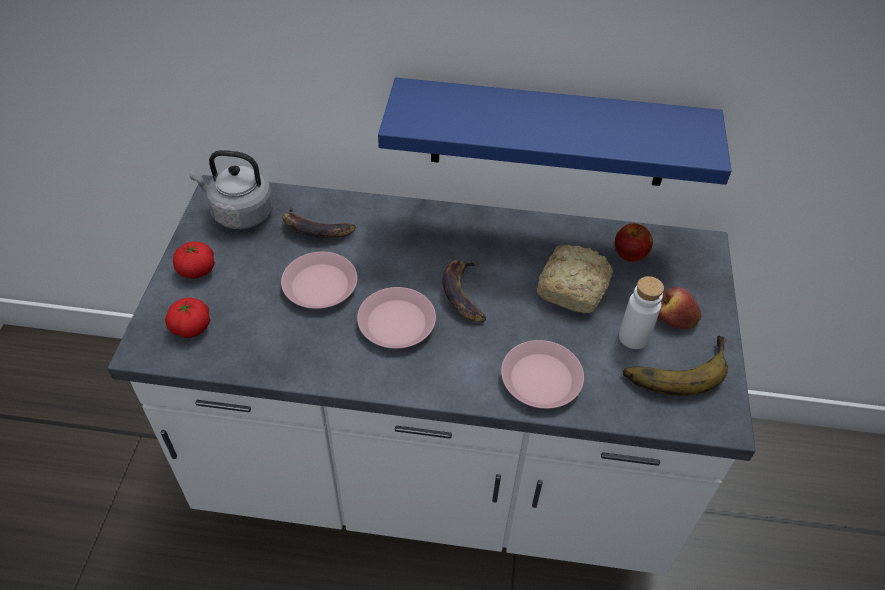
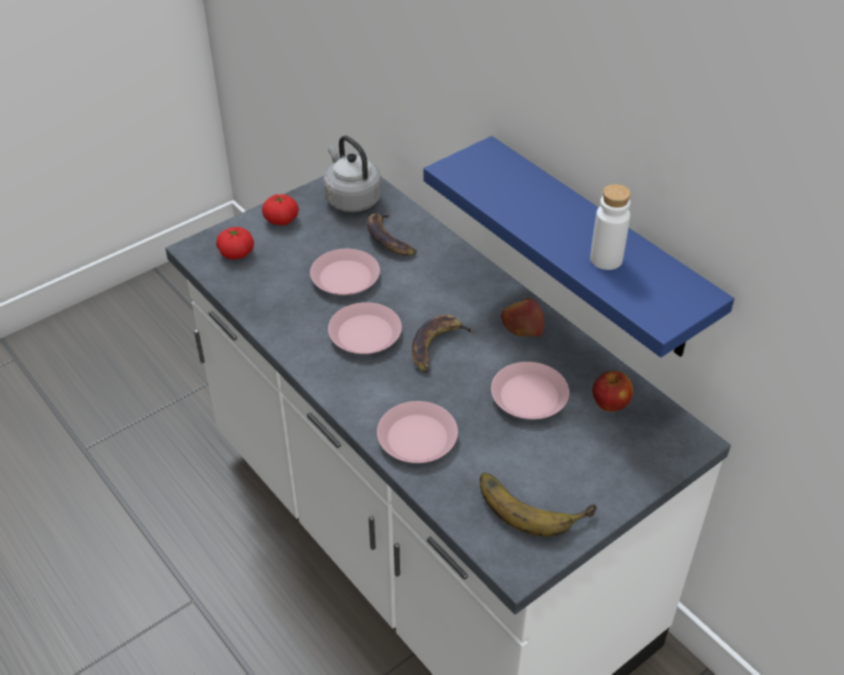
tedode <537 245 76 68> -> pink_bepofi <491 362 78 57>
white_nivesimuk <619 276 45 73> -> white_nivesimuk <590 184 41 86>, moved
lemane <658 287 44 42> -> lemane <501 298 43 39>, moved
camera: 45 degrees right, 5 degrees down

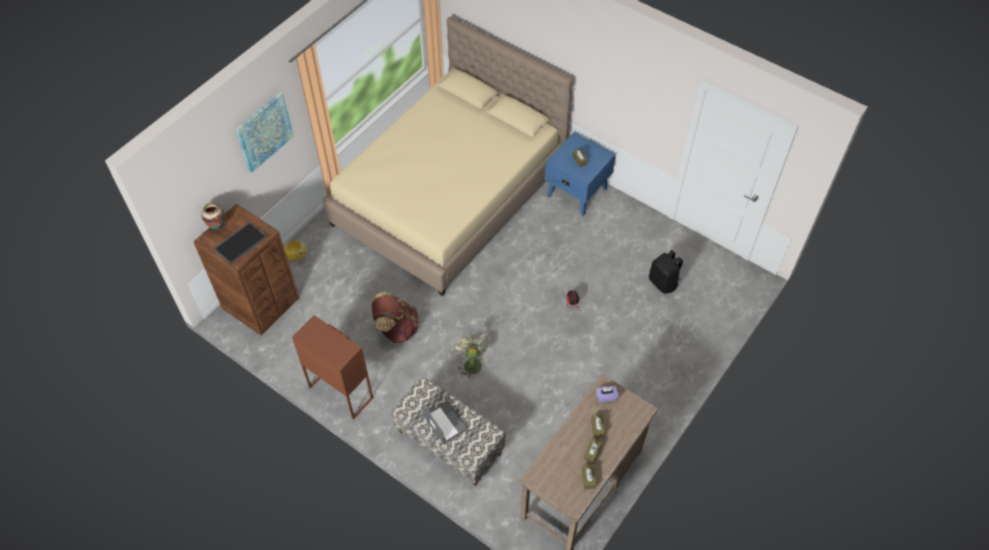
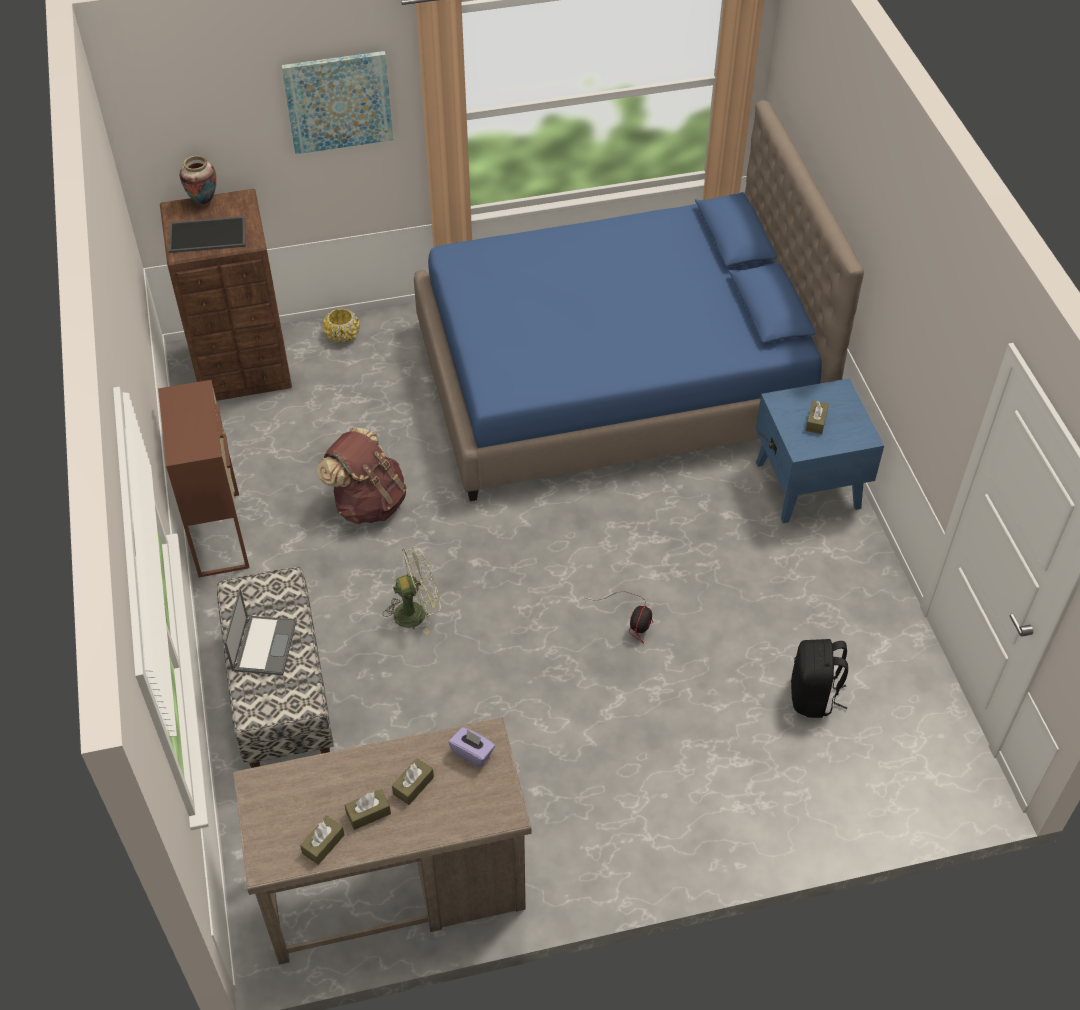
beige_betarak <323 17 250 279> -> blue_betarak <414 100 450 401>
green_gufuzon <451 333 40 47> -> green_gufuzon <383 547 58 87>, 45 degrees clockwise
camera: 40 degrees right, 5 degrees down

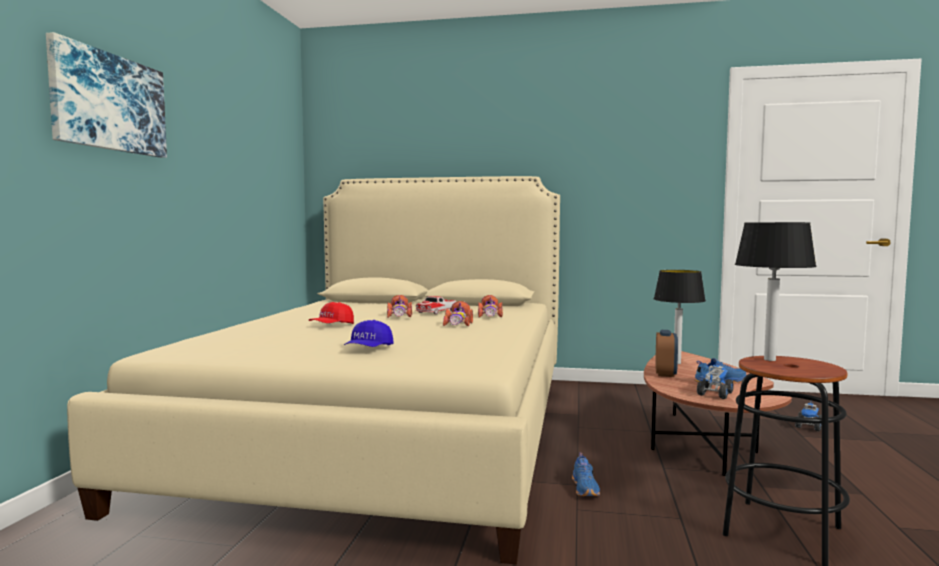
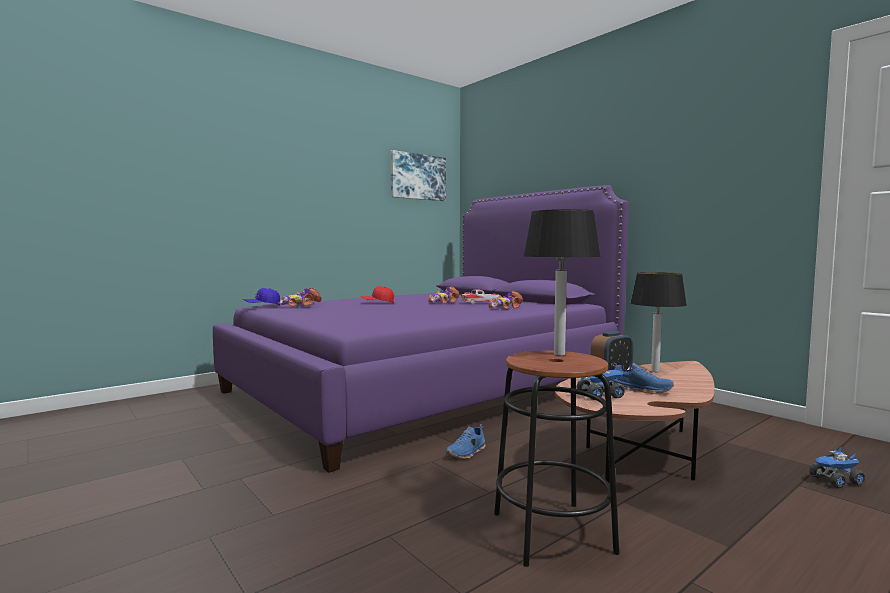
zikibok <46 32 121 126> -> zikibok <391 150 55 51>, moved
beige_betarak <67 176 493 389> -> purple_betarak <213 185 416 288>
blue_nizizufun <344 320 50 27> -> blue_nizizufun <243 288 37 17>, moved
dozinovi <443 301 30 25> -> dozinovi <278 288 43 18>, moved
camera: 40 degrees right, 0 degrees up

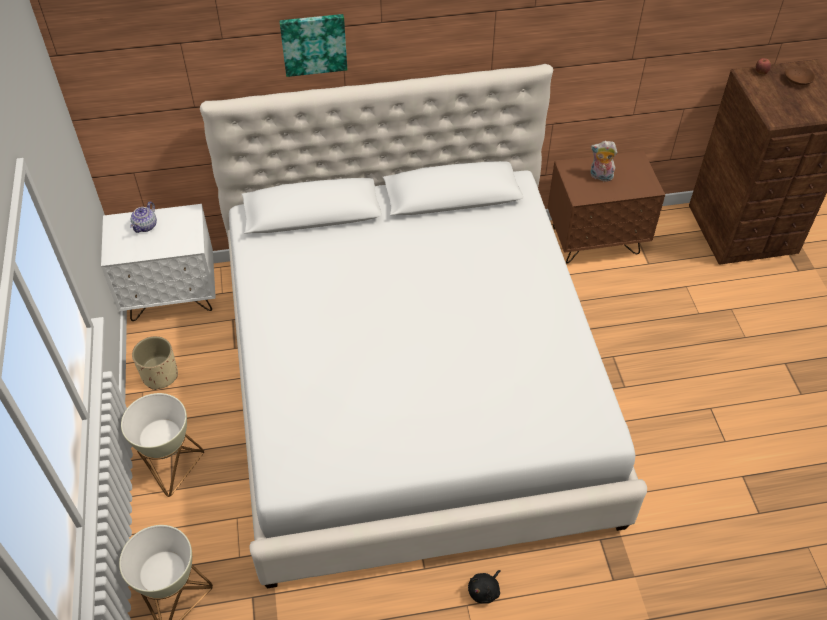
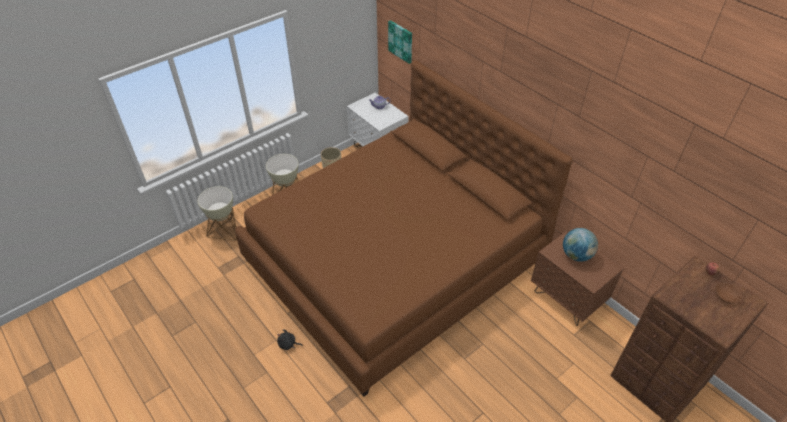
white_betarak <200 64 447 525> -> brown_betarak <235 60 338 337>
zikibok <279 14 68 63> -> zikibok <388 20 24 44>, moved
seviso <590 141 27 41> -> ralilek <563 228 35 34>
camera: 60 degrees right, 5 degrees down

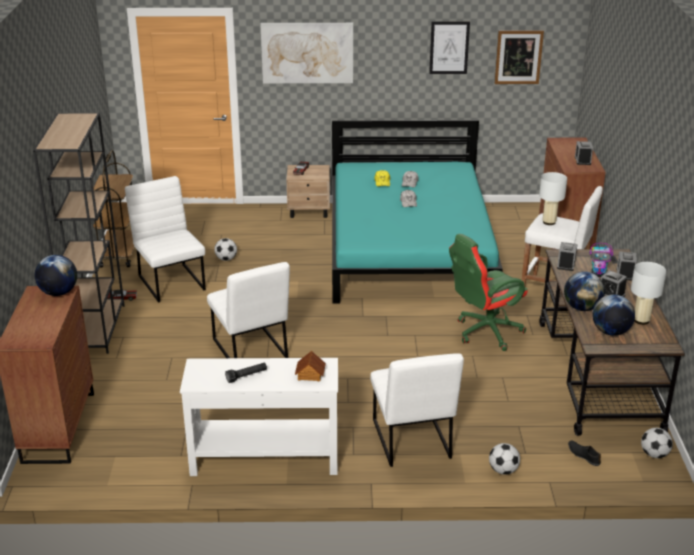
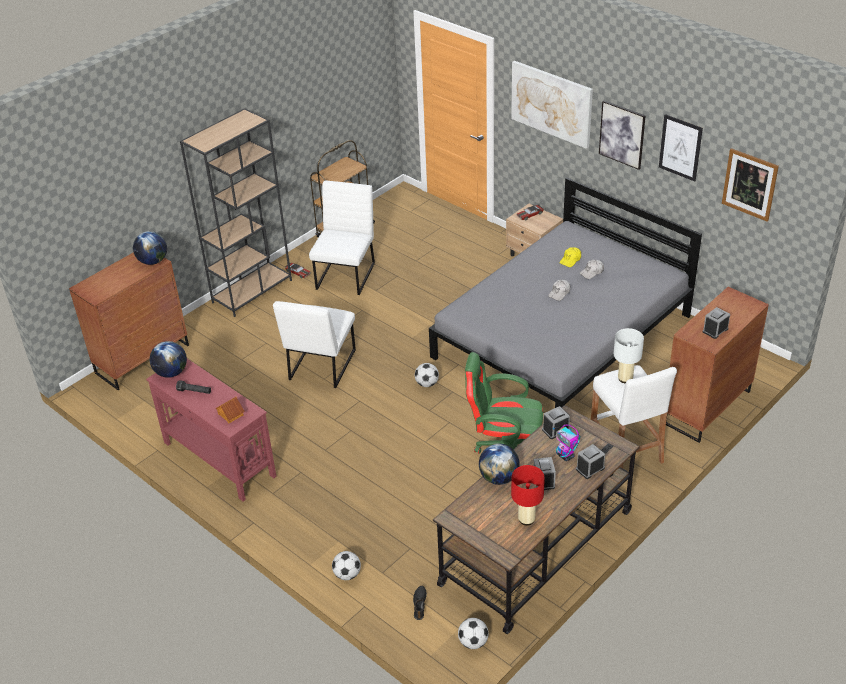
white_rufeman <180 358 158 118> -> red_rufeman <146 359 131 142>
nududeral <214 238 23 23> -> nududeral <415 363 24 24>, moved
turquoise_betarak <332 120 171 183> -> grey_betarak <429 178 273 230>
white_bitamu <370 353 94 114> -> none
ralilek <593 294 42 42> -> ralilek <150 341 37 37>, moved
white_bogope <631 262 35 63> -> red_bogope <511 465 33 61>
none -> zikibok <599 100 47 70>
camera: 45 degrees right, 10 degrees up

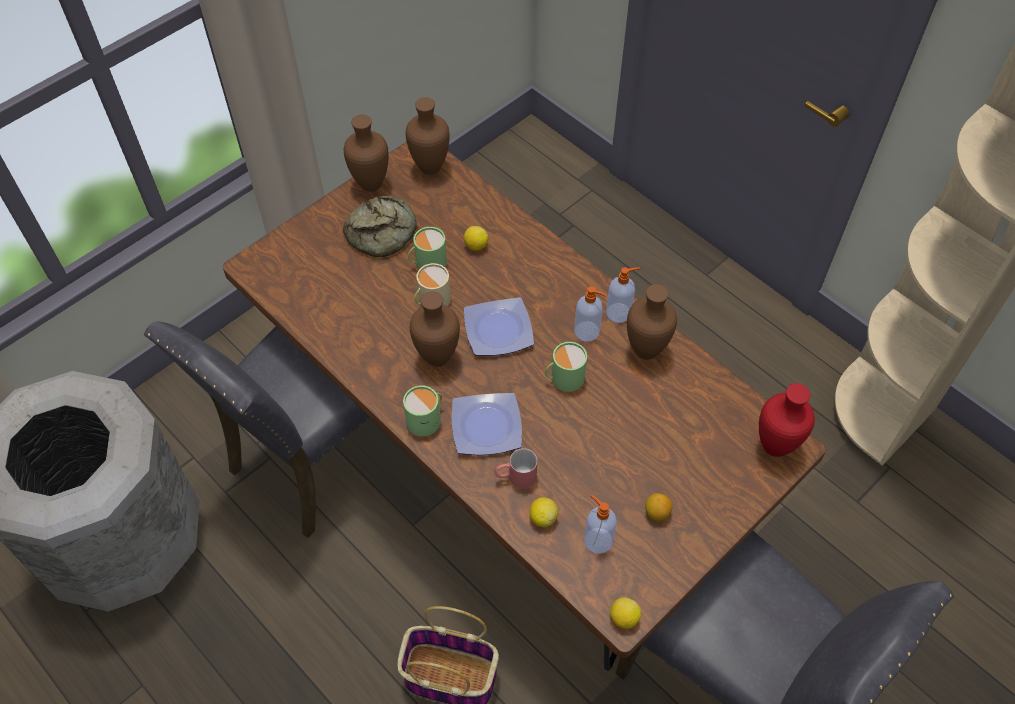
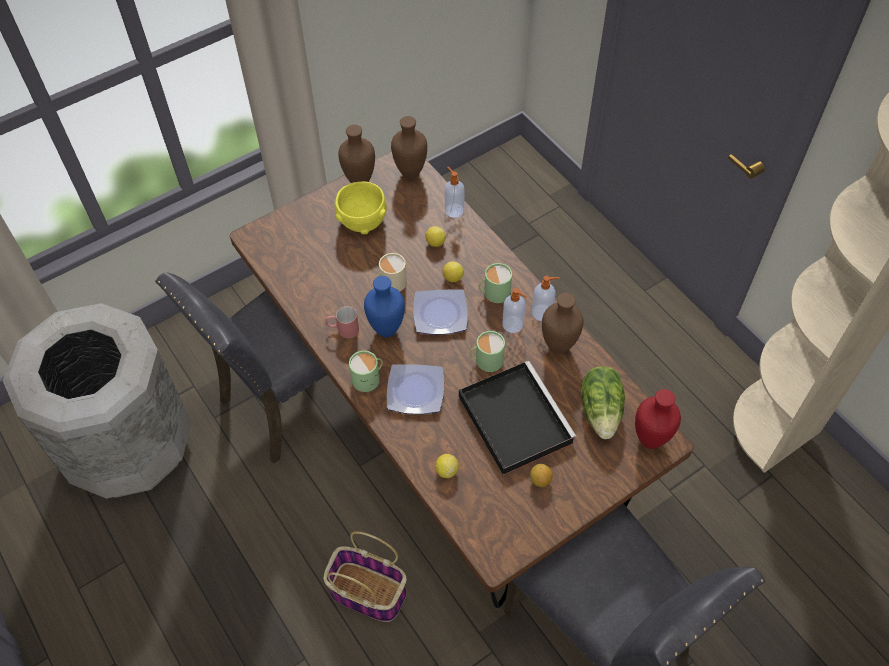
tedode <343 195 74 62> -> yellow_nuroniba <335 181 52 53>
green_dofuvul <408 227 39 42> -> green_dofuvul <479 263 33 40>, moved
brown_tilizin <410 291 50 76> -> blue_tilizin <364 276 41 62>
red_dofuvul <495 448 42 41> -> red_dofuvul <325 306 34 32>, moved
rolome <584 494 33 60> -> rolome <445 167 19 51>, moved
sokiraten <610 597 31 32> -> sokiraten <443 261 21 21>, moved
none -> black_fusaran <459 361 118 114>
none -> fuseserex <581 367 44 72>
camera: 10 degrees right, 0 degrees up

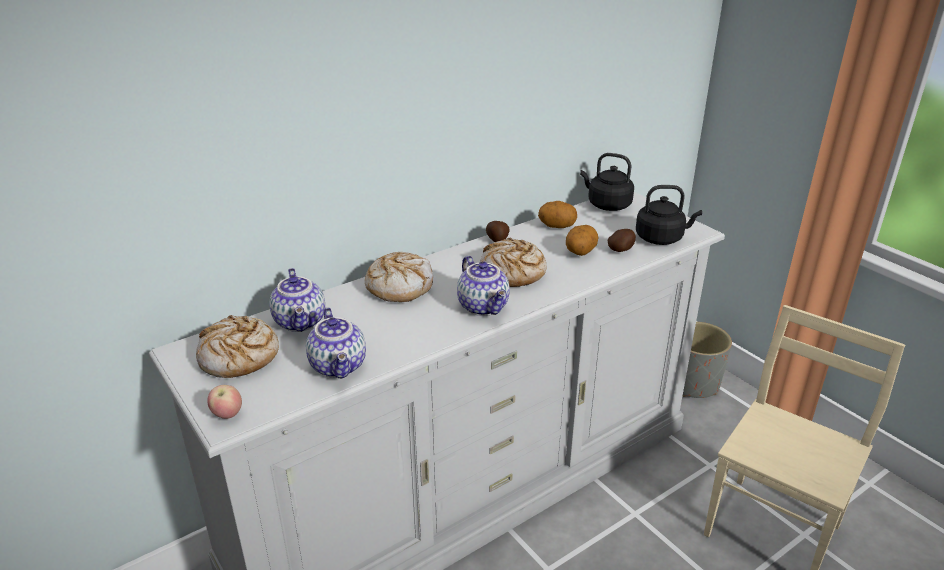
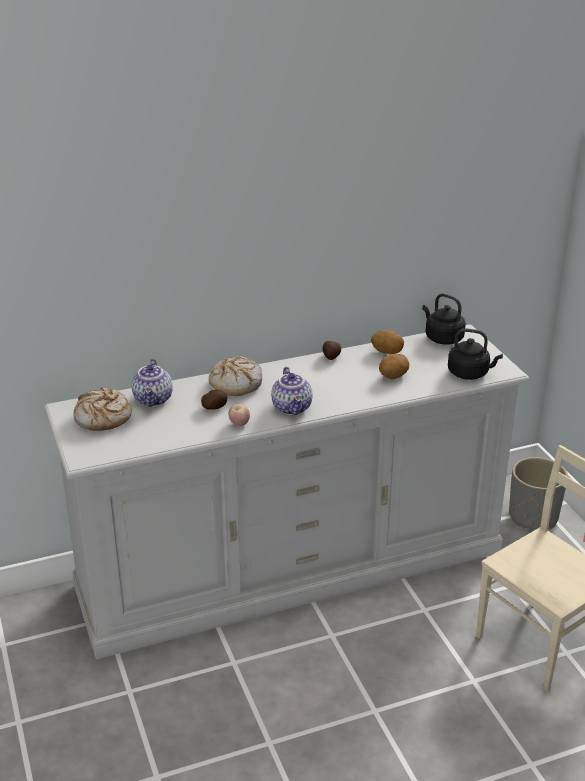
lemane <207 385 35 34> -> lemane <229 404 21 22>, moved
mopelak <306 308 60 70> -> none
tedode <480 238 66 49> -> none
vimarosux <608 229 28 23> -> vimarosux <201 390 26 20>, moved
camera: 15 degrees right, 0 degrees up

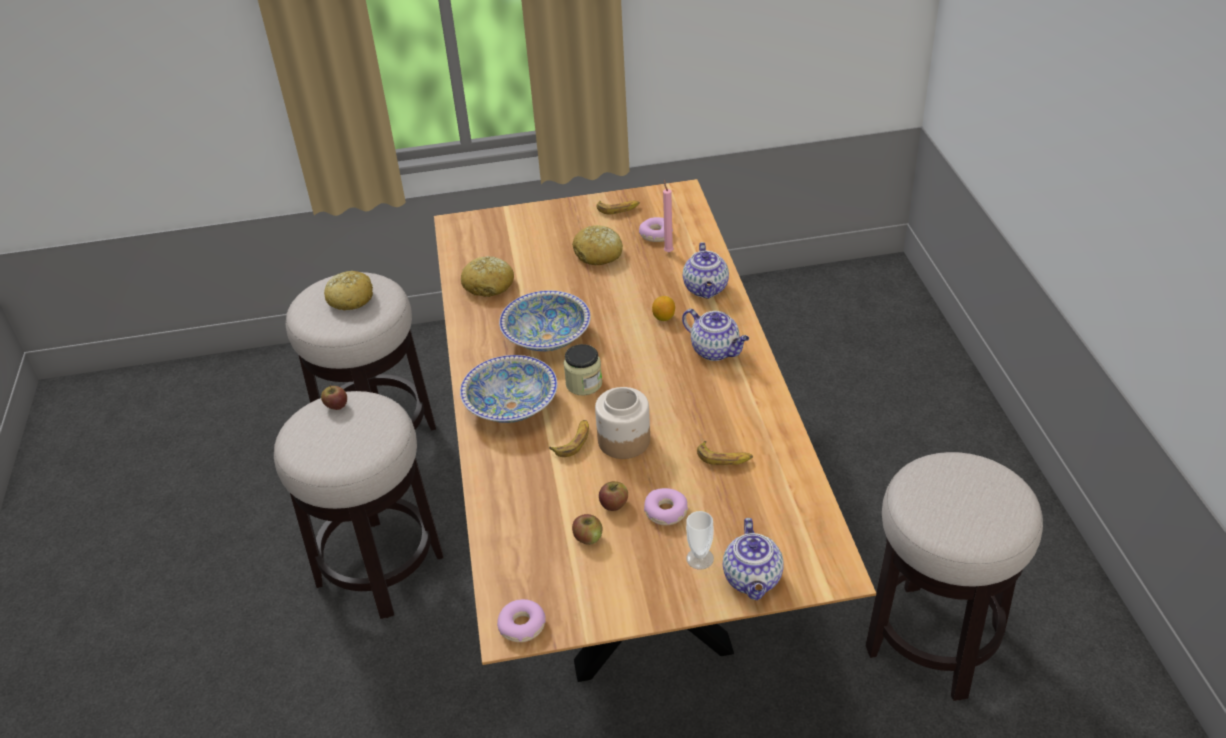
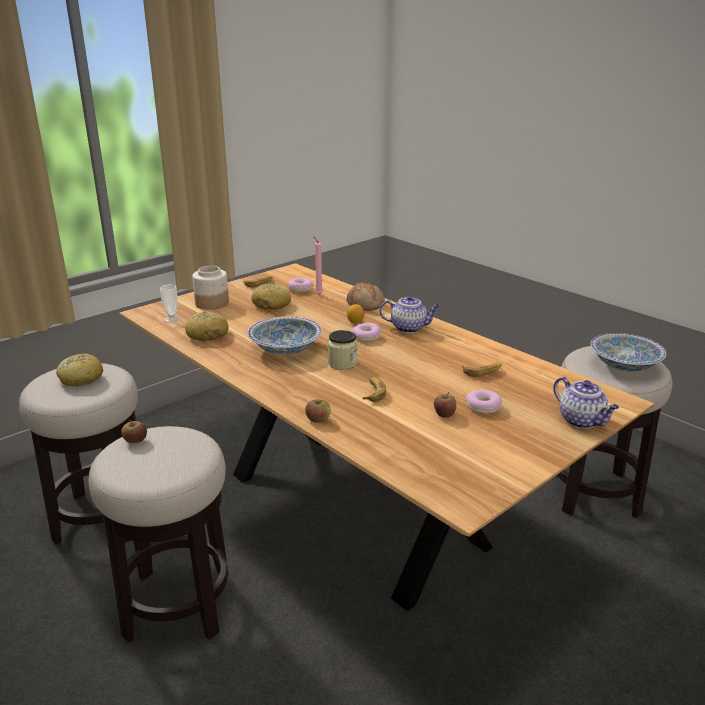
nuroniba <460 355 97 68> -> nuroniba <590 333 76 38>, moved
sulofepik <497 599 49 43> -> sulofepik <352 323 29 19>, moved
lemane <572 514 31 31> -> lemane <305 399 26 24>, moved
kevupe <595 387 55 72> -> kevupe <192 266 37 44>, moved
mopelak <683 242 46 57> -> tedode <347 282 38 29>
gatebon <686 511 28 59> -> gatebon <160 284 20 39>, moved
camera: 35 degrees left, 15 degrees down

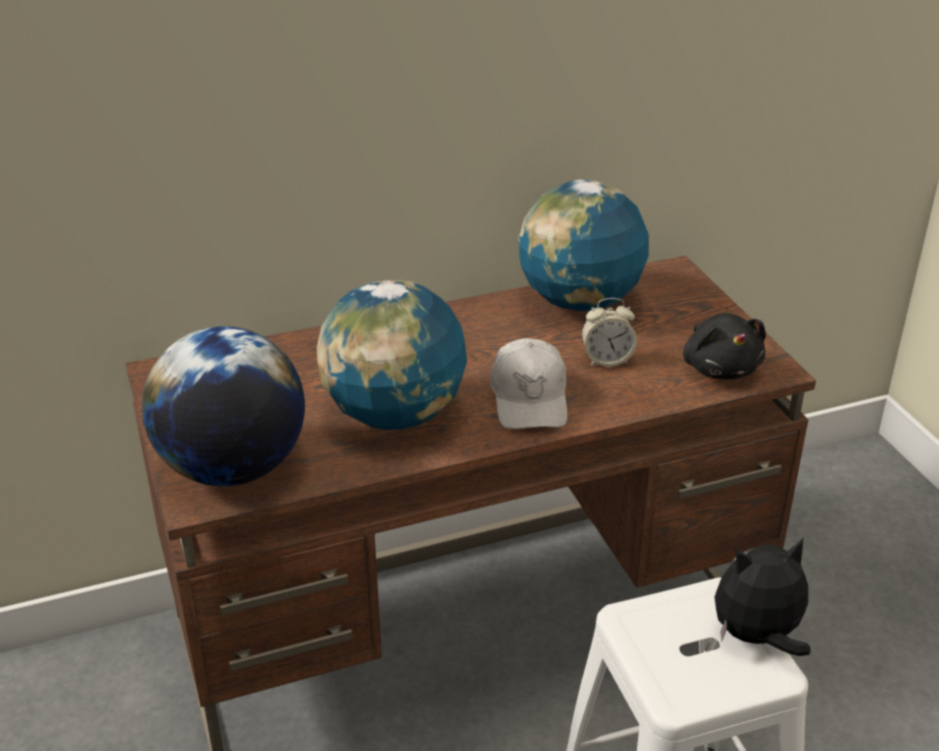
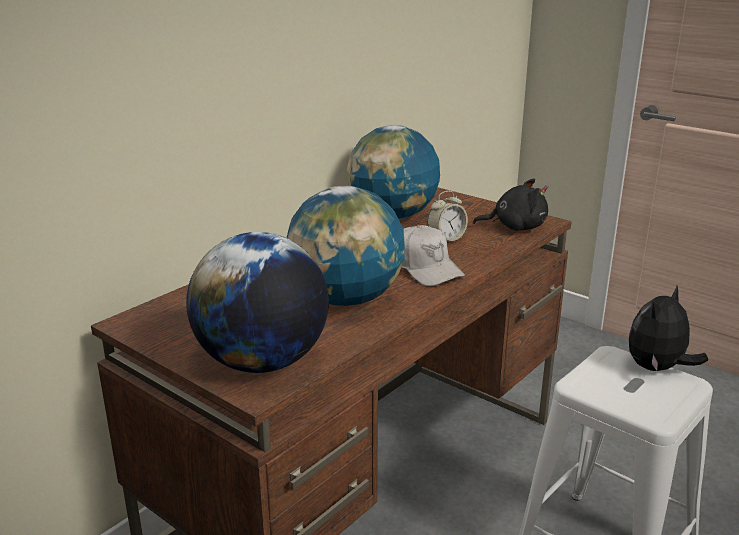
black_seviso <683 313 83 66> -> black_seviso <473 178 75 53>, 45 degrees counterclockwise
camera: 30 degrees left, 10 degrees down

